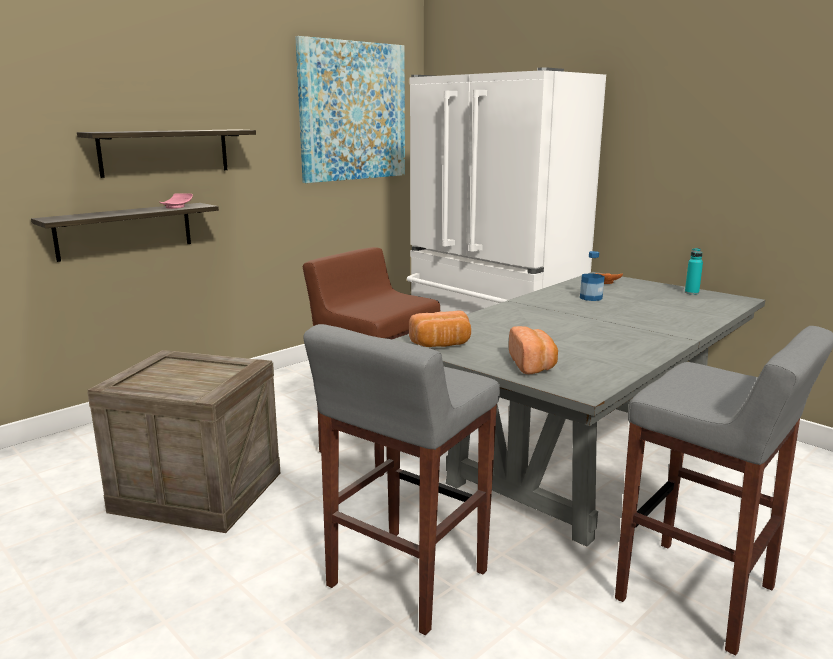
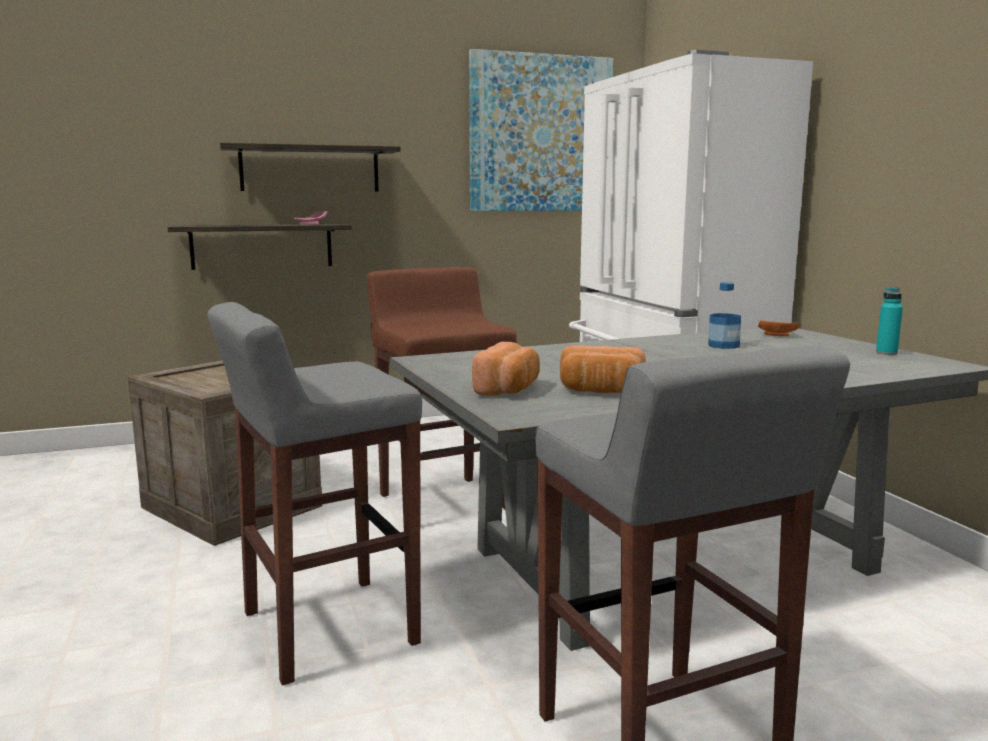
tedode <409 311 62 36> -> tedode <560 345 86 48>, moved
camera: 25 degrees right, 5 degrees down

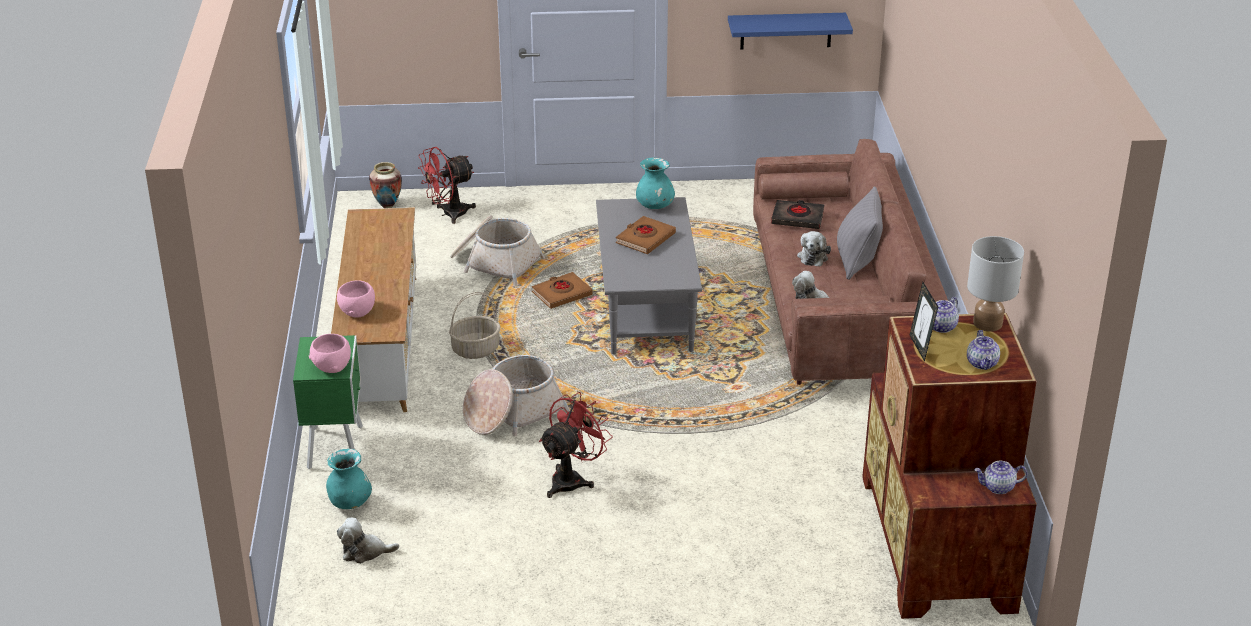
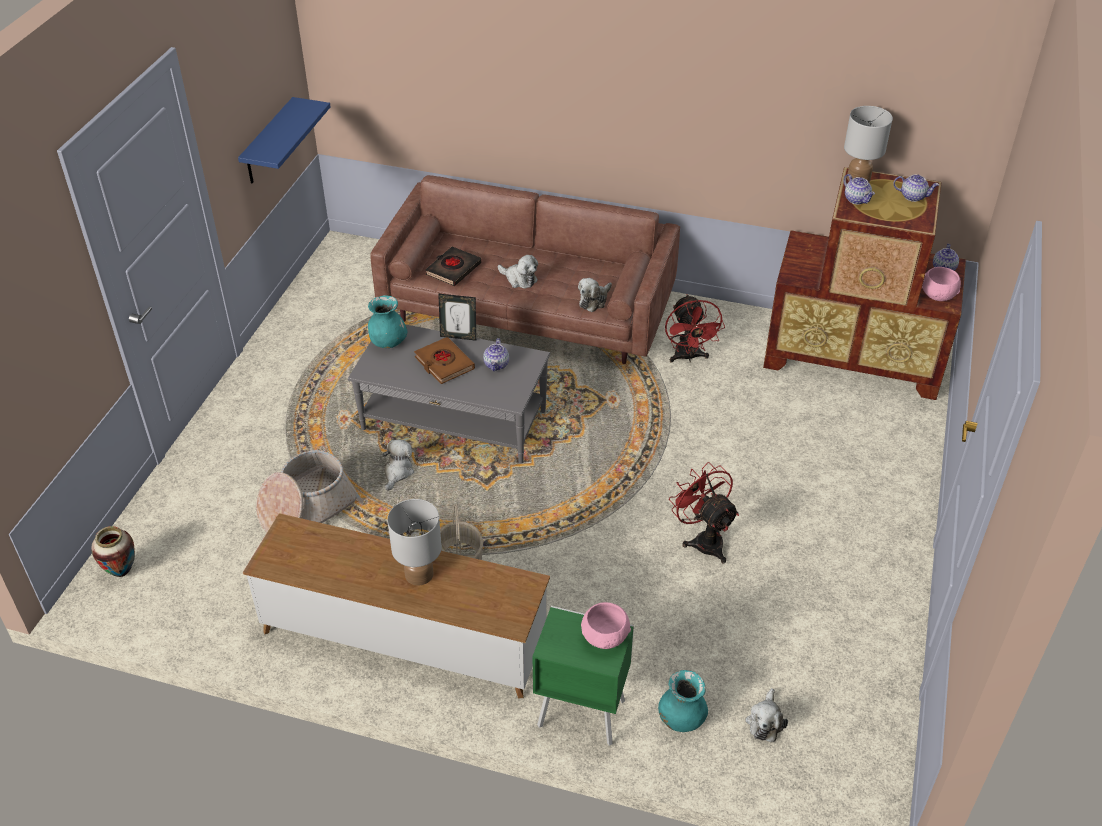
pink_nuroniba <337 280 38 38> -> pink_nuroniba <922 267 39 34>, moved
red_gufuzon <418 147 58 77> -> red_gufuzon <665 294 60 69>, moved
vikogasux <463 355 107 81> -> none
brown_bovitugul <532 272 61 37> -> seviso <382 439 32 52>
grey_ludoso <837 186 46 94> -> none
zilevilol <910 282 28 80> -> zilevilol <438 294 38 47>, moved
none -> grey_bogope <387 499 55 87>
none -> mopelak <483 338 26 33>
camera: 70 degrees left, 10 degrees up

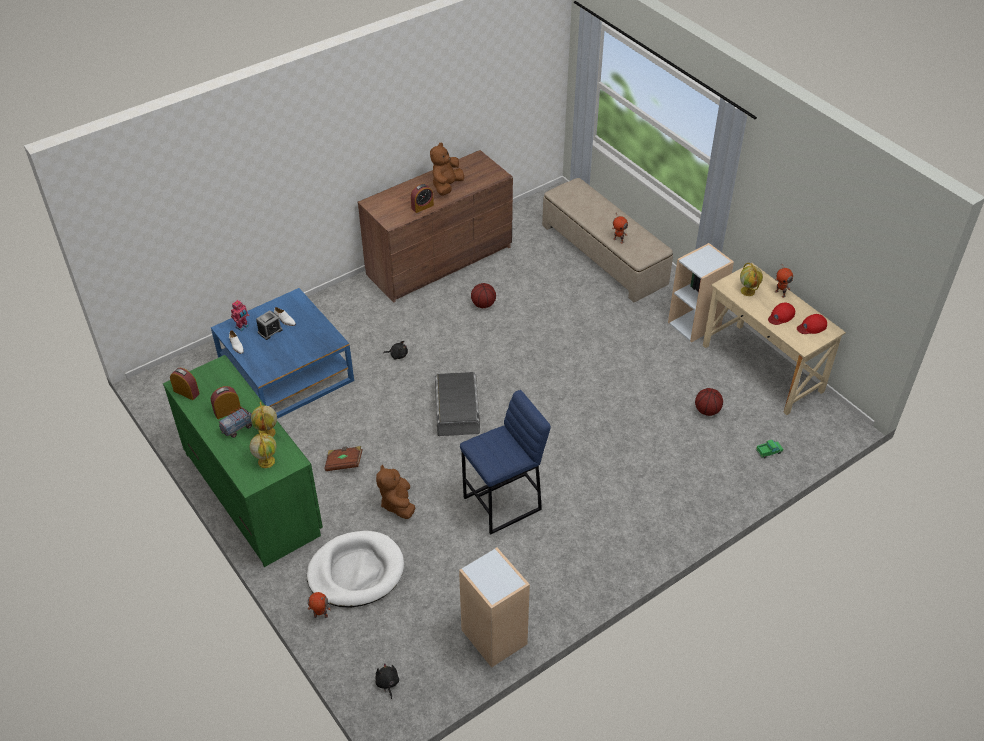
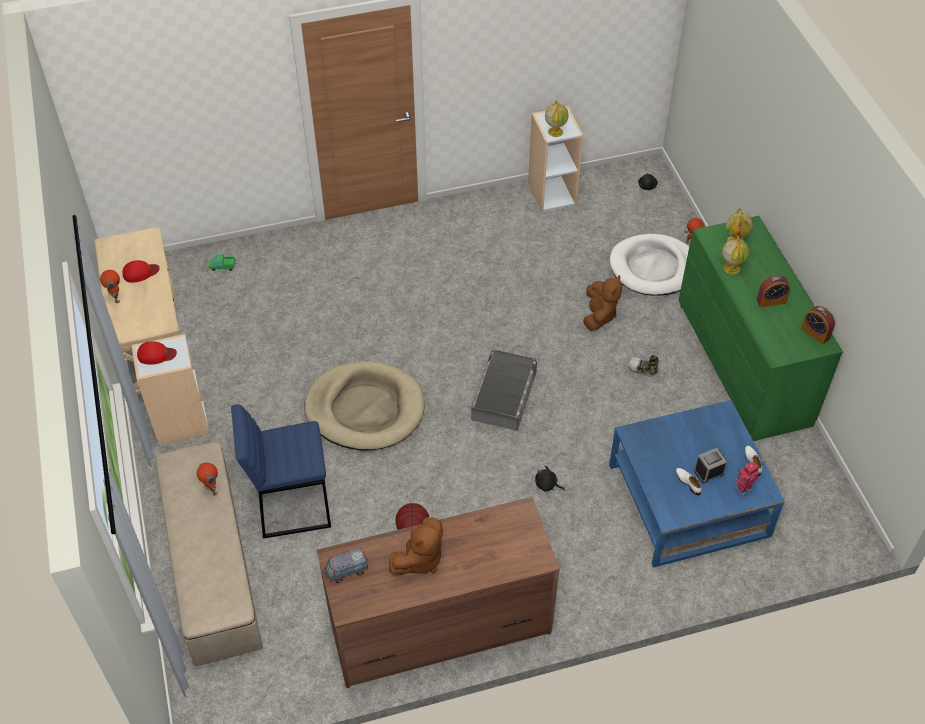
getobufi <219 408 33 30> -> getobufi <325 548 43 35>, moved
brown_bovitugul <324 446 39 25> -> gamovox <628 355 31 21>
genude <411 184 23 29> -> none
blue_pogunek <460 390 91 145> -> blue_pogunek <231 404 100 135>, moved
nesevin <695 388 28 28> -> none
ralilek <740 263 23 33> -> ralilek <545 100 24 37>, moved
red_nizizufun <797 314 30 20> -> red_nizizufun <137 341 40 24>, moved
none -> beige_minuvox <304 361 121 90>
camera: 160 degrees left, 5 degrees up

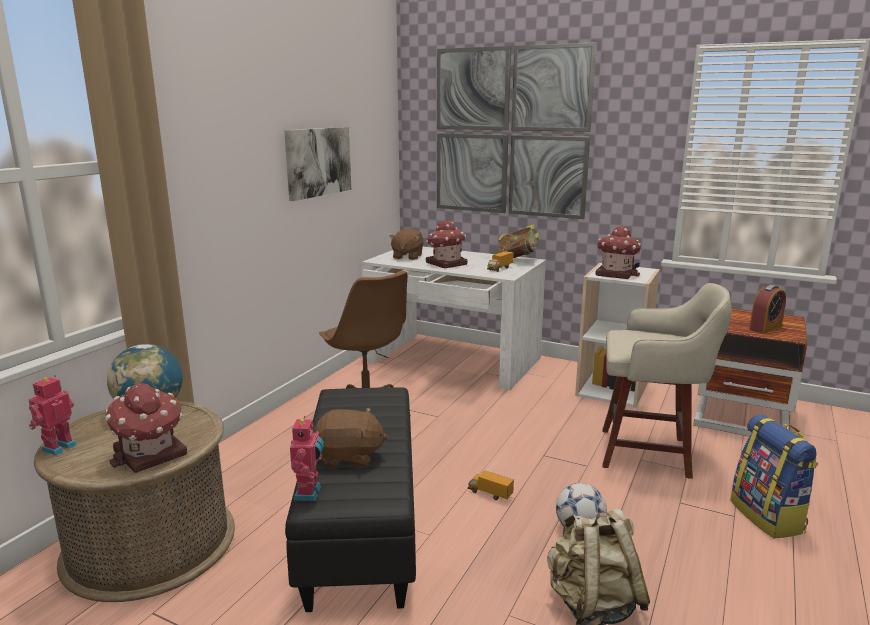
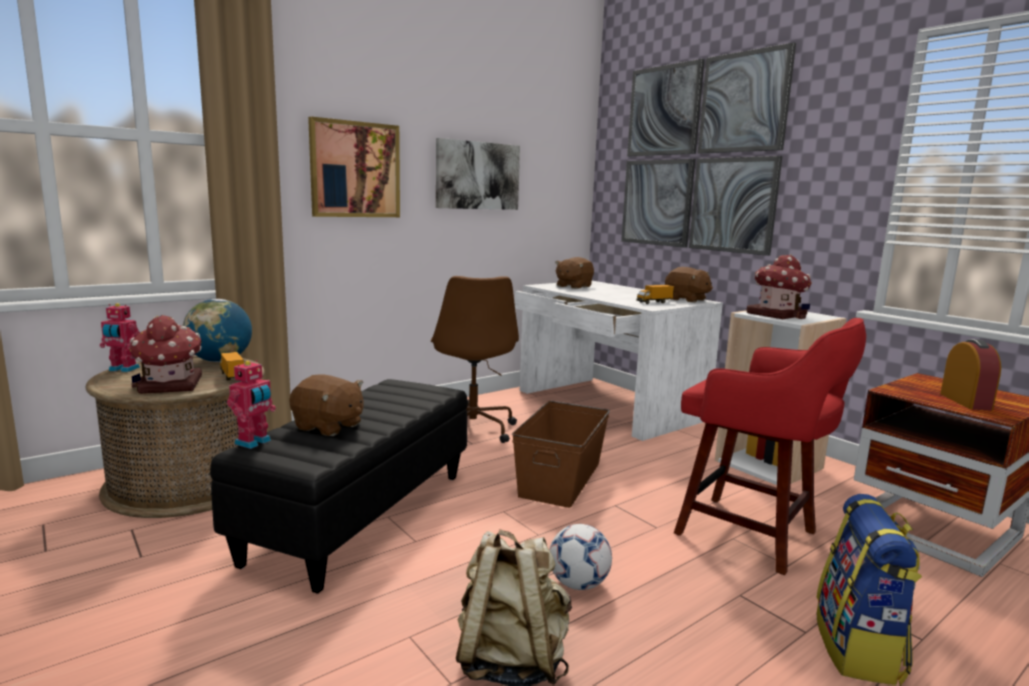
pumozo <28 375 49 80> -> pumozo <100 303 40 69>, 135 degrees counterclockwise
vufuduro <426 220 41 48> -> none
getobufi <468 471 46 29> -> getobufi <220 352 24 29>, moved
bovitugul <497 224 42 34> -> brown_seviso <665 267 48 36>
beige_pogunek <602 283 130 196> -> red_pogunek <674 318 192 257>
genude <749 285 37 49> -> genude <940 339 61 72>, 75 degrees counterclockwise
none -> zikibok <308 117 92 100>
none -> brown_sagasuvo <512 401 98 107>
camera: 25 degrees right, 5 degrees down

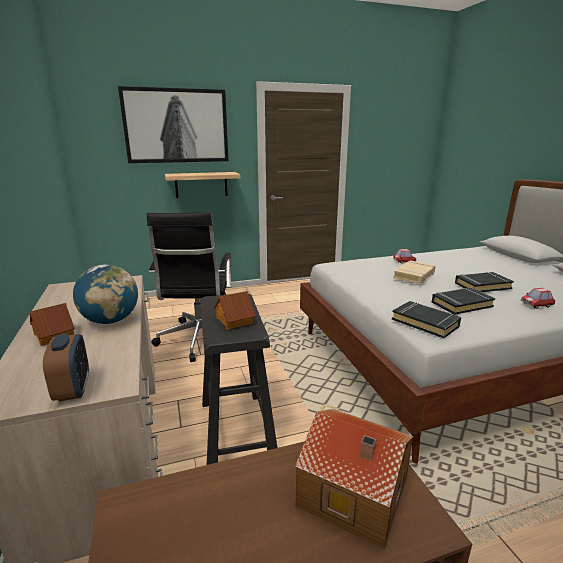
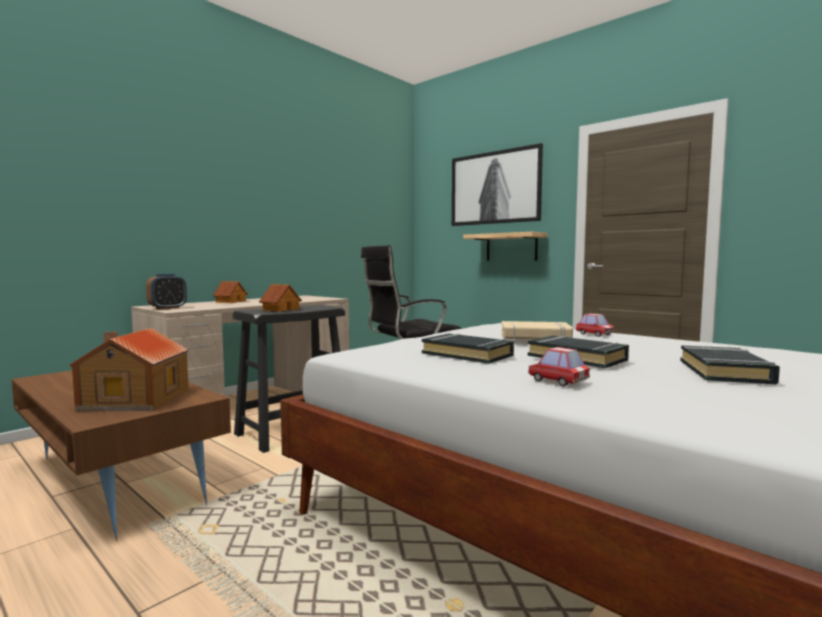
ralilek <73 264 65 60> -> none
black_bovitugul <392 301 69 37> -> black_bovitugul <680 345 100 40>, moved
camera: 60 degrees right, 15 degrees down

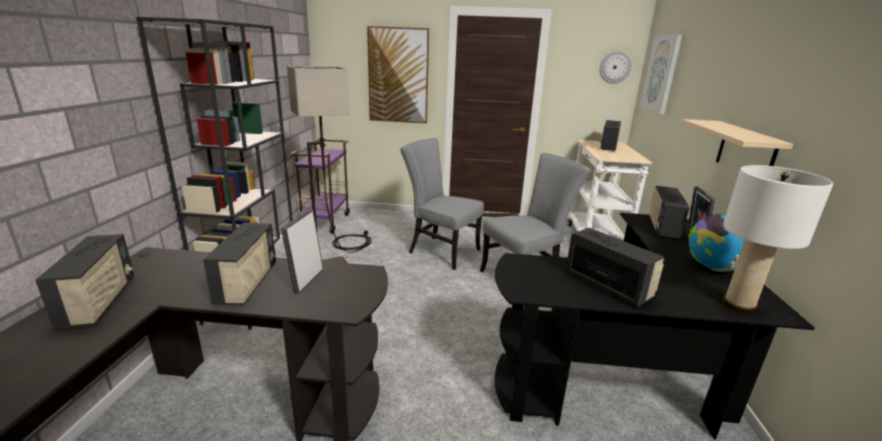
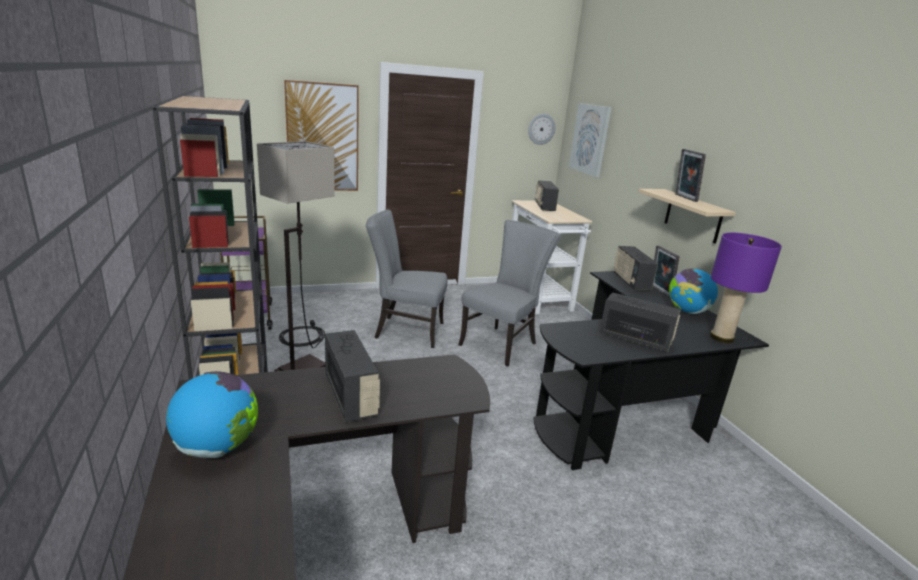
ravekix <35 234 99 95> -> ralilek <166 371 92 87>
zilevilol <281 209 43 85> -> zilevilol <675 149 31 53>, moved
white_bogope <722 165 111 149> -> purple_bogope <710 233 72 110>
camera: 25 degrees left, 0 degrees up

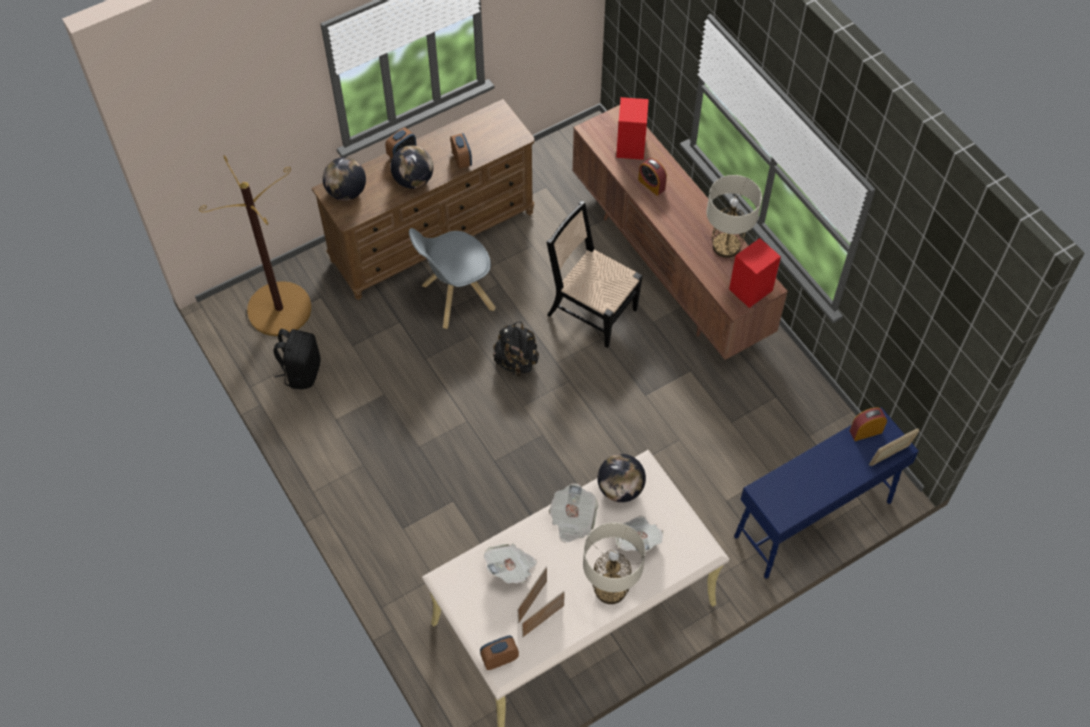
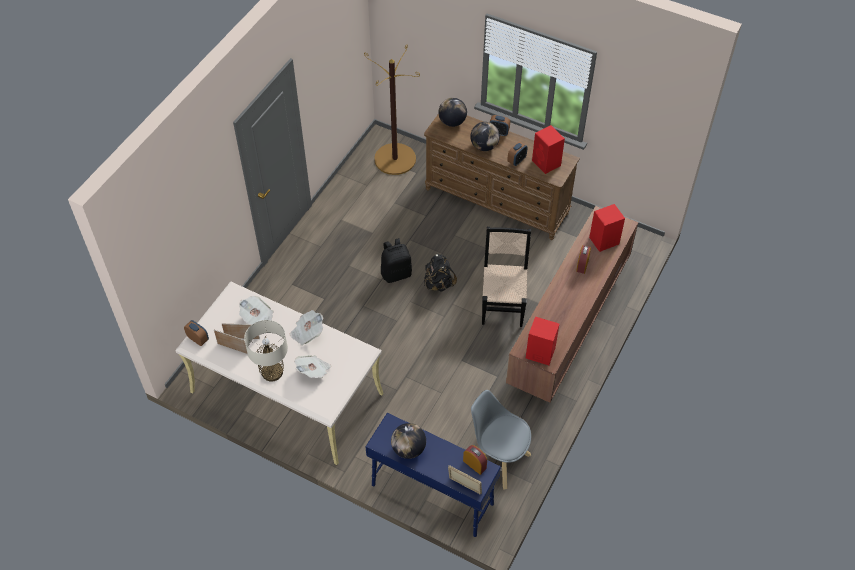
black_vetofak <274 329 46 60> -> black_vetofak <381 238 31 45>, moved
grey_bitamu <409 228 87 101> -> grey_bitamu <471 390 60 100>, moved
ralilek <597 454 49 48> -> ralilek <391 423 35 36>, moved
bogope <706 175 56 83> -> none
none -> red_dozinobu <532 125 33 49>
camera: 60 degrees right, 5 degrees down

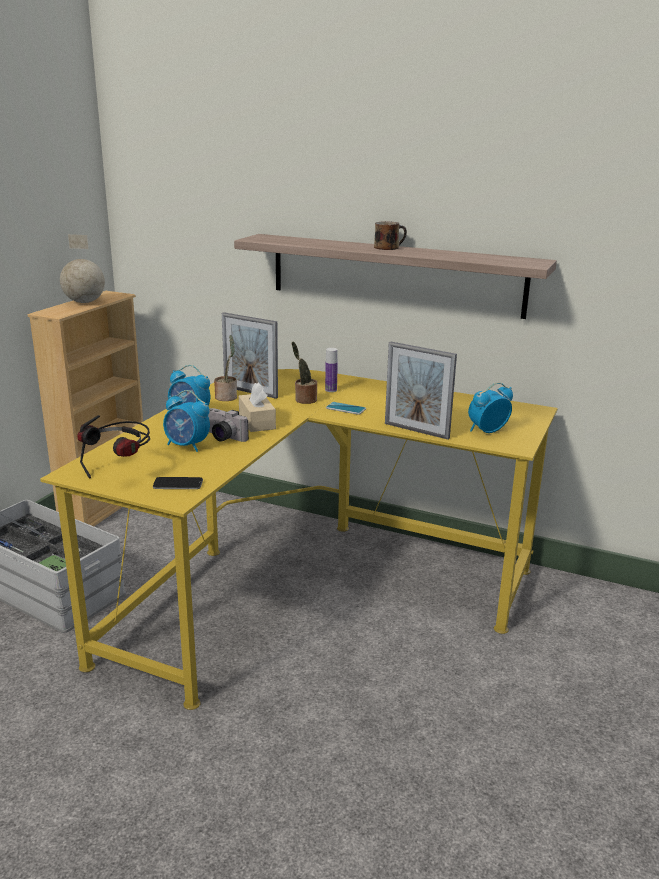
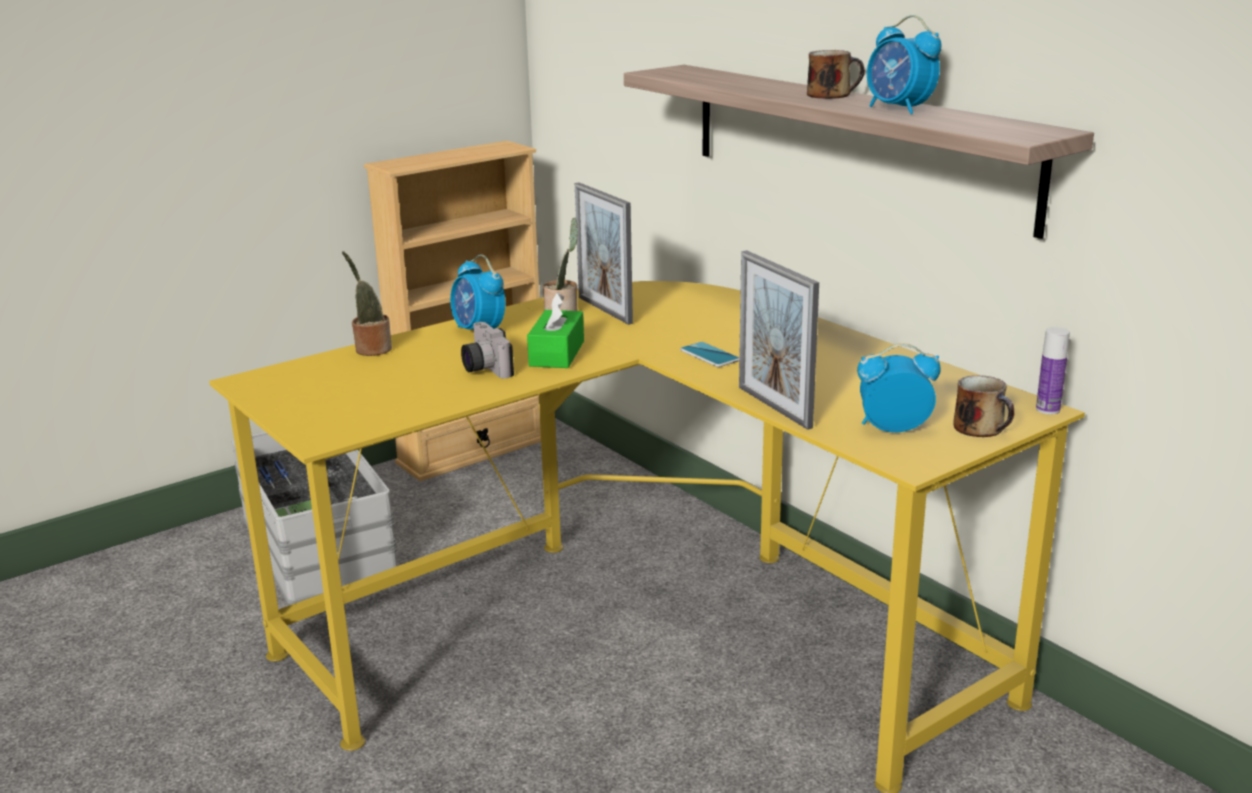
ralilek <60 234 45 69> -> none
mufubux <77 415 73 63> -> none
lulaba <153 477 50 12> -> none
genude <163 390 47 62> -> genude <867 15 75 99>, moved
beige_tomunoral <239 383 37 49> -> green_tomunoral <527 292 57 76>
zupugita <292 342 25 62> -> zupugita <342 251 50 105>, moved
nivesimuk <325 348 13 44> -> nivesimuk <1036 327 34 87>, moved
none -> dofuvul <954 375 60 62>
camera: 30 degrees right, 0 degrees up

